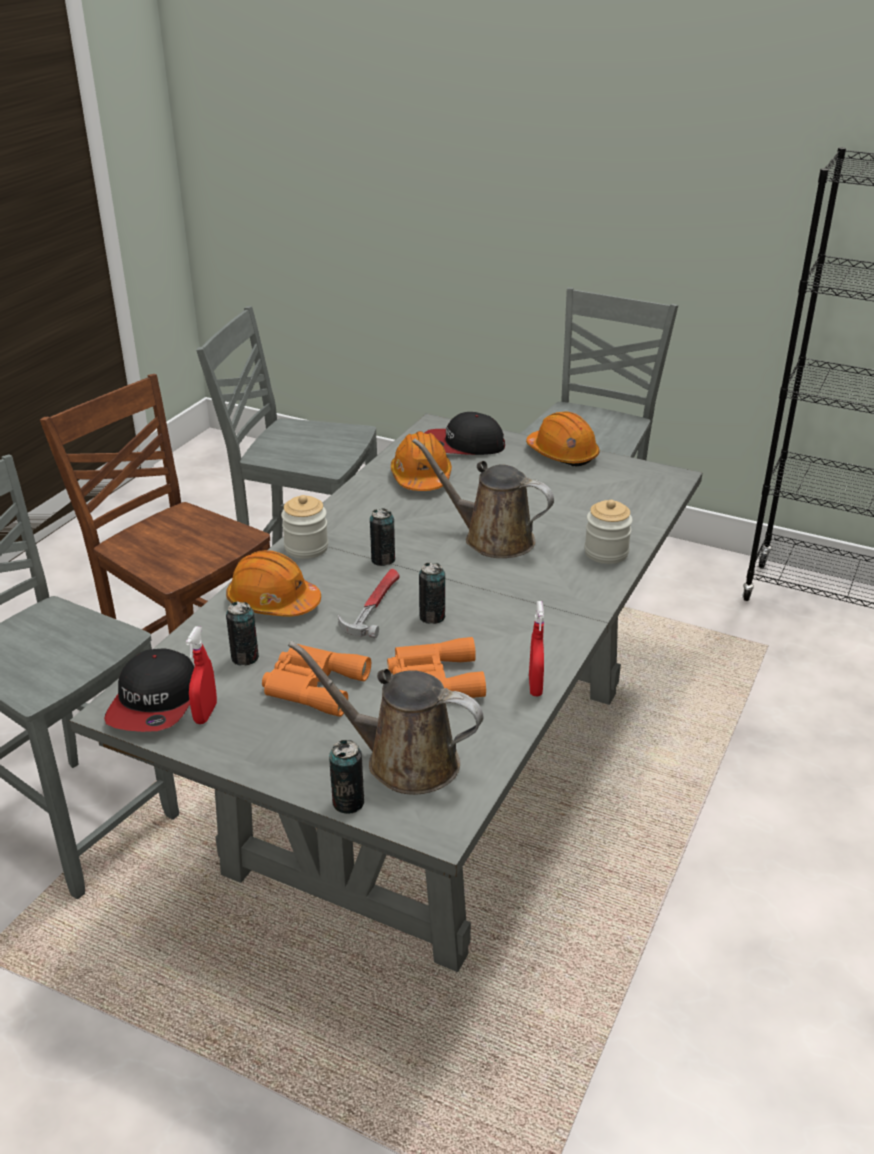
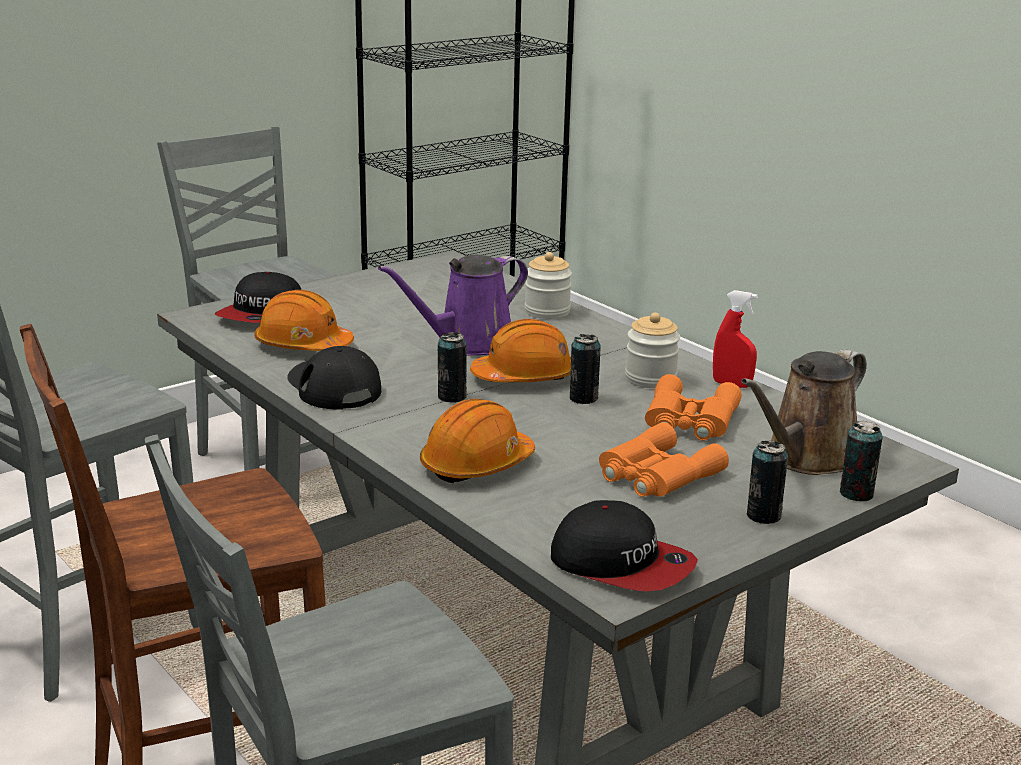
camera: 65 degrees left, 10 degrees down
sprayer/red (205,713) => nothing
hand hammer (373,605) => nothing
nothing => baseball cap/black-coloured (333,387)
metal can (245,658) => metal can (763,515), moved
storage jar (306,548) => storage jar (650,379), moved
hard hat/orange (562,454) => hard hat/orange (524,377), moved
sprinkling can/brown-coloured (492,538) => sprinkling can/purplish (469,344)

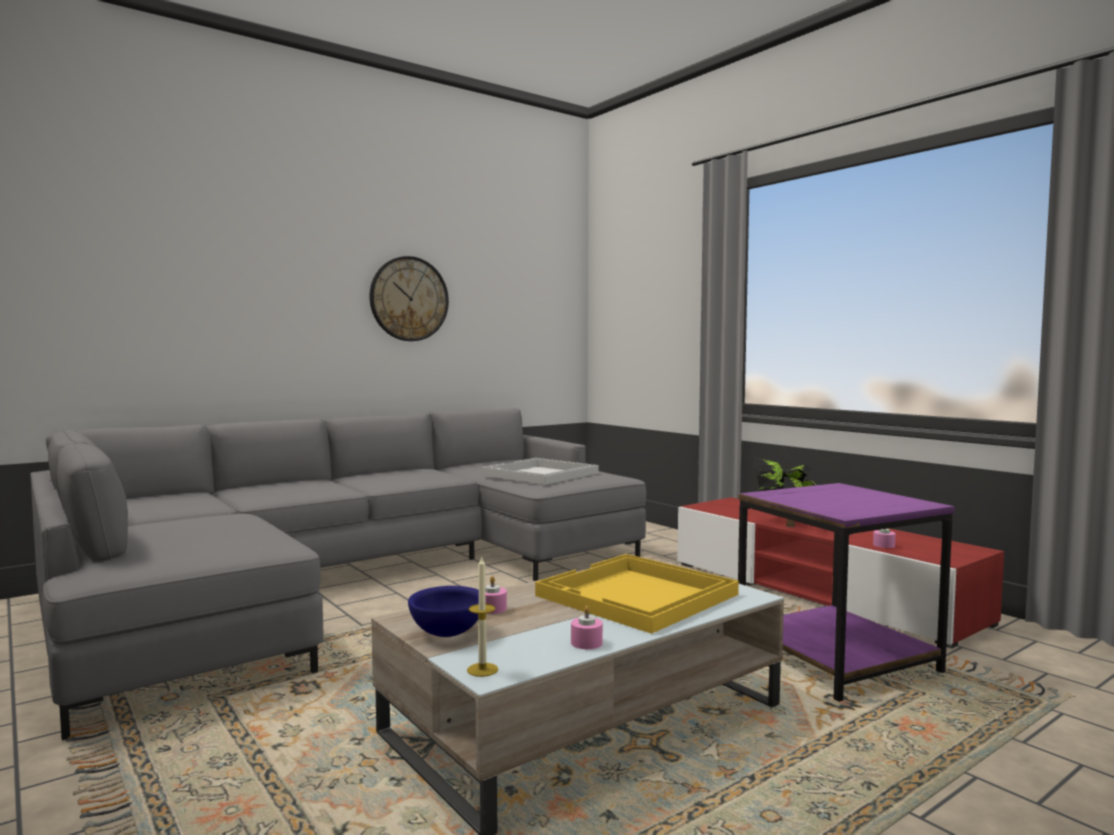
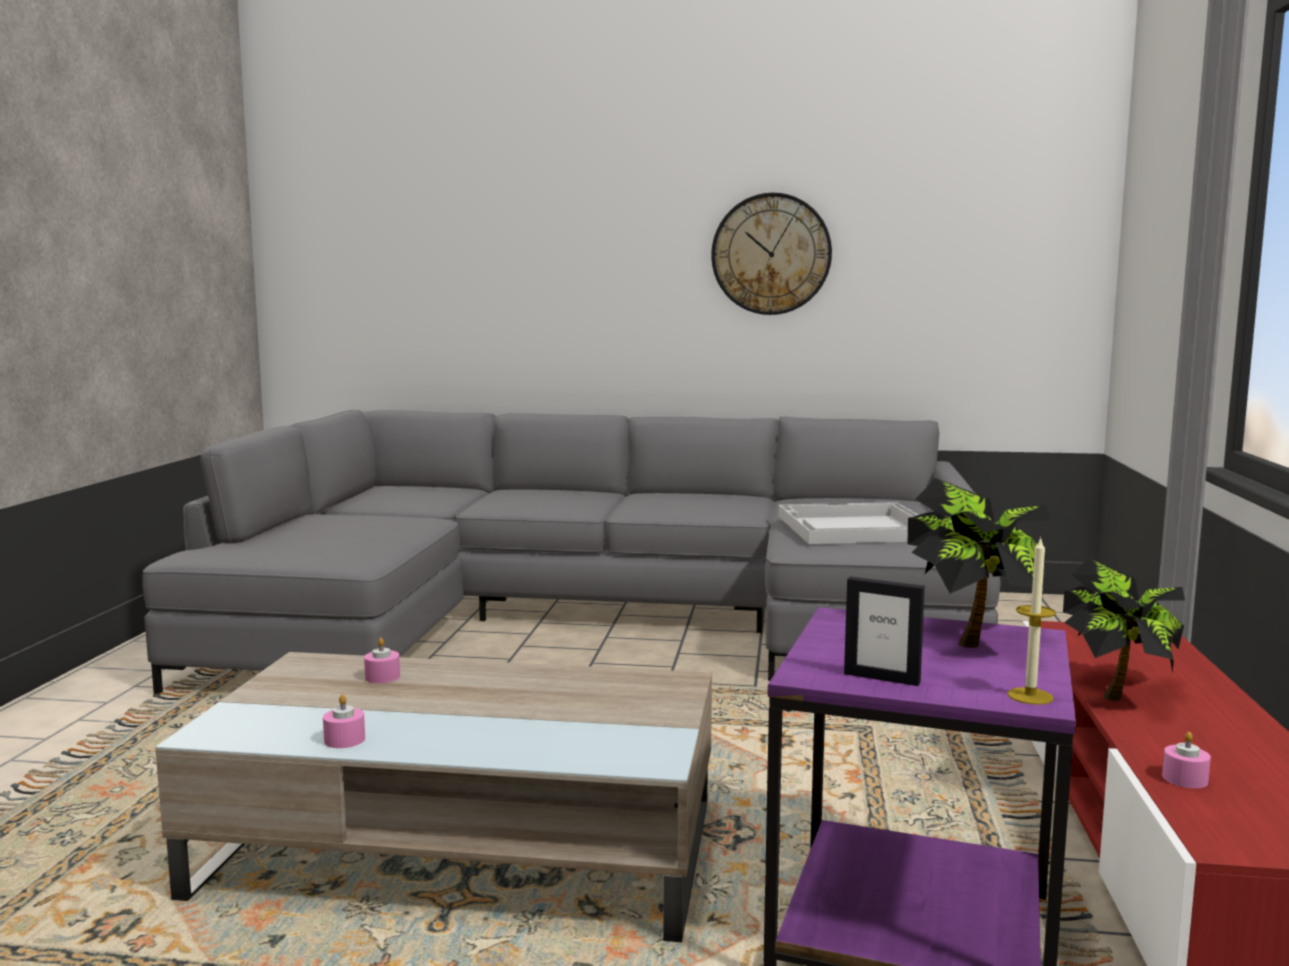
camera: 45 degrees right, 5 degrees up
deep dish/blue-coloured (446,633) => nothing
tray/yellowish (637,596) => nothing
nothing => picture frame (882,678)
nothing => houseplant (975,638)
wax candle (482,669) => wax candle (1030,696), moved

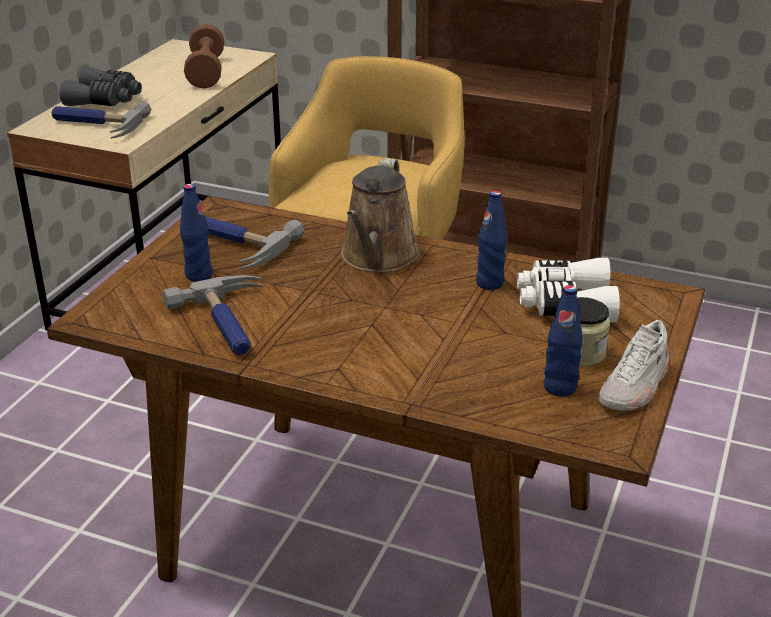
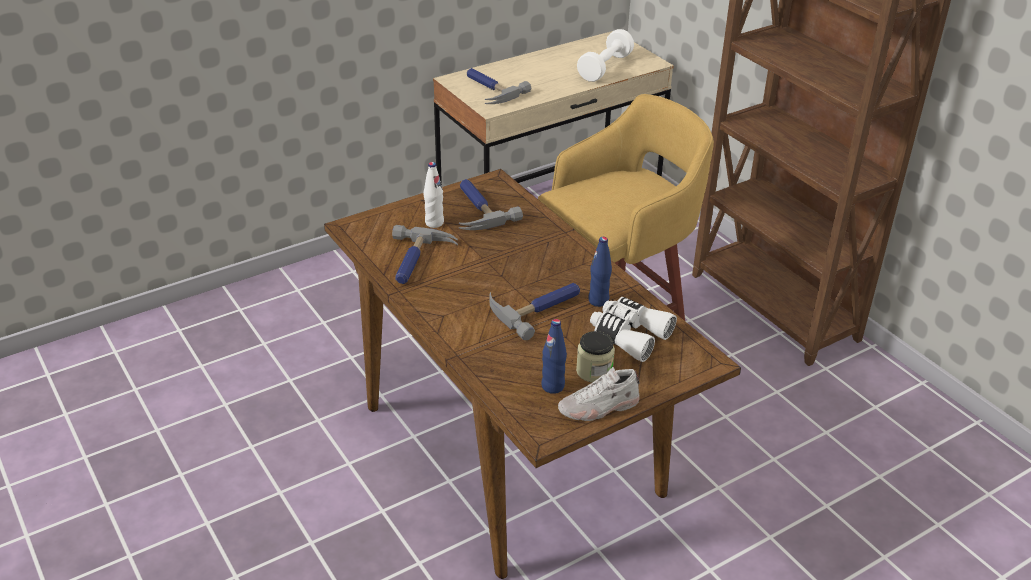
camera: 35 degrees right, 5 degrees up
binoculars/greyish (105,100) => nothing
sprinkling can/brown-coloured (378,258) => nothing
nothing => hand hammer (538,308)
beverage bottle/blue-coloured (198,275) => beverage bottle/whitish (434,223)
dumbbell/brown-coloured (206,72) => dumbbell/whitish (605,68)

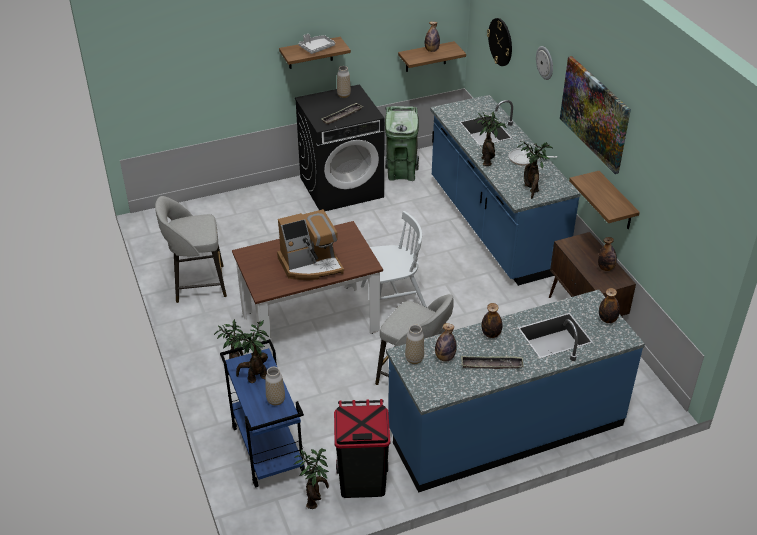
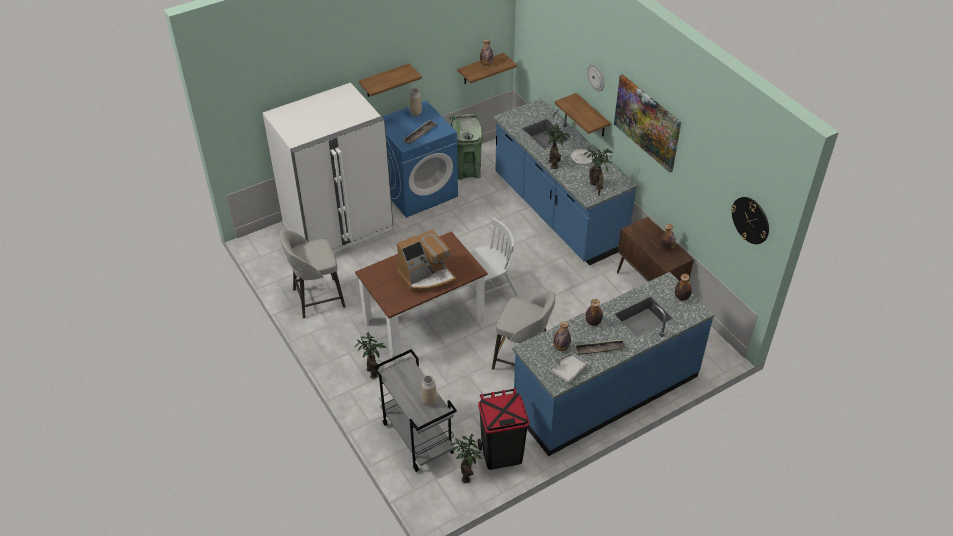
camera: 10 degrees left, 5 degrees up
houseplant (254,377) => nothing
vase (414,359) => nothing
nothing => fridge/whitish (338,227)
tray/greyish (316,48) => tray/greyish (567,370), moved
clock on the wall (500,42) => clock on the wall (750,220), moved
wall shelf (616,202) => wall shelf (592,116), moved
wheeled cart/blue-coloured (267,449) => wheeled cart/greyish (416,438)
washing machine/black-coloured (342,187) => washing machine/blue-coloured (419,191)

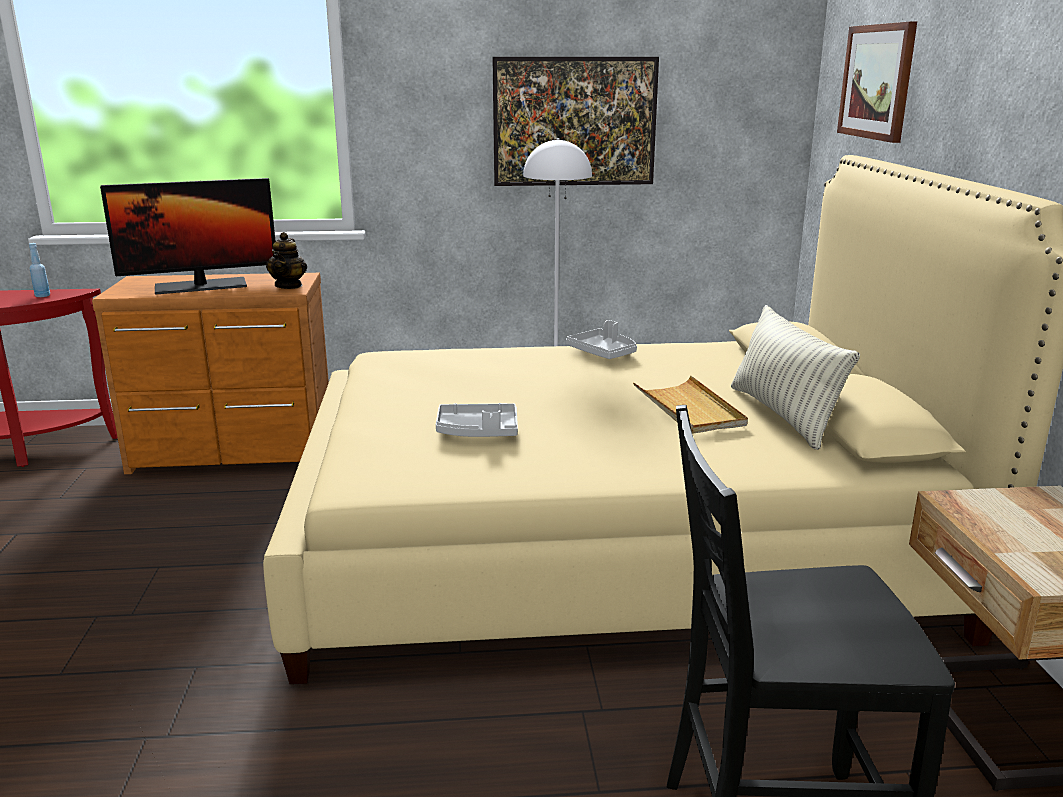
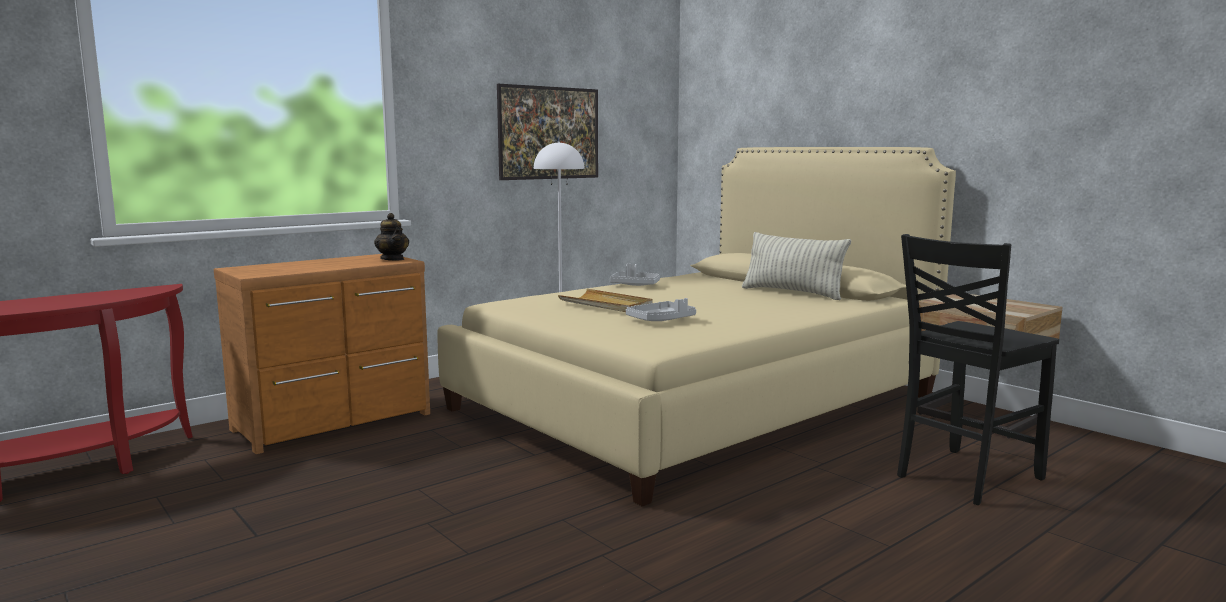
camera: 35 degrees left, 10 degrees down
beverage bottle/blue-coloured (42,296) => nothing
computer screen (201,286) => nothing
picture (877,82) => nothing
tray/beige-coloured (689,409) => tray/beige-coloured (606,304), moved

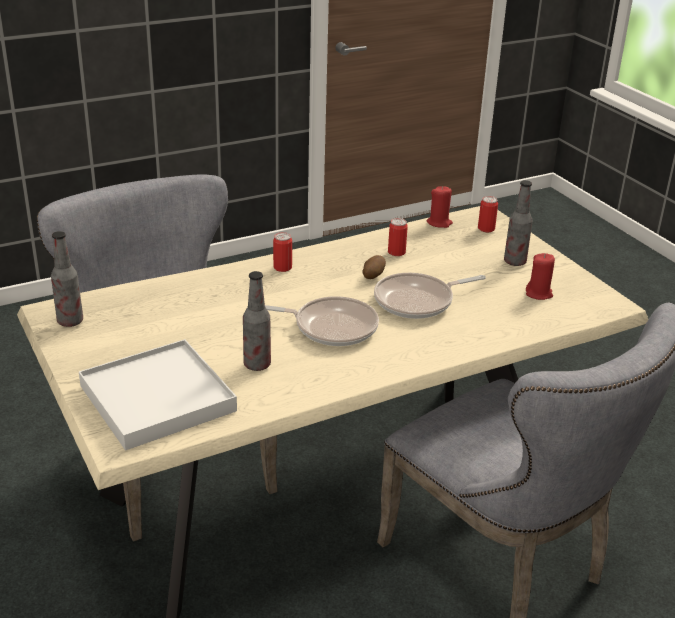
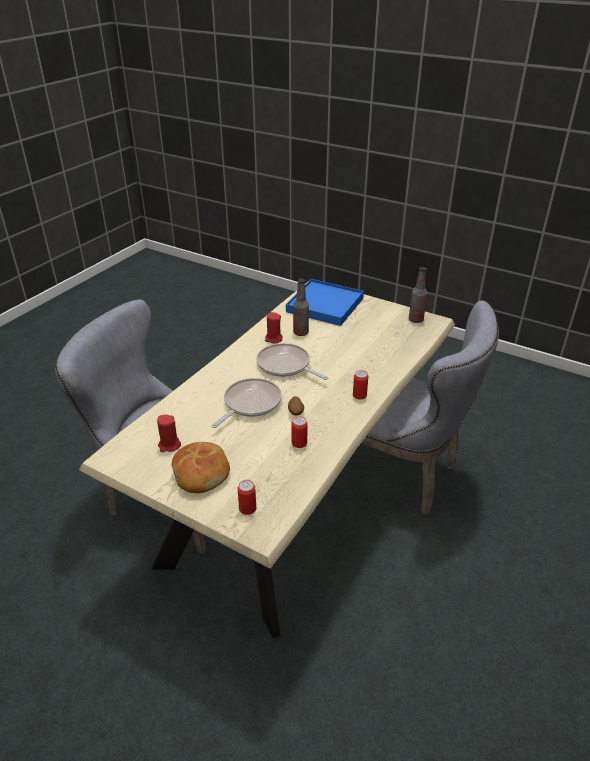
camera: 150 degrees right, 5 degrees up
wax candle/red (439,223) => wax candle/red (273,339), moved
beverage bottle (514,262) => bread (202,473)
tray/whitish (157,398) => tray/blue-coloured (325,305)
pan (331,327) => pan (286,366), 60 degrees clockwise

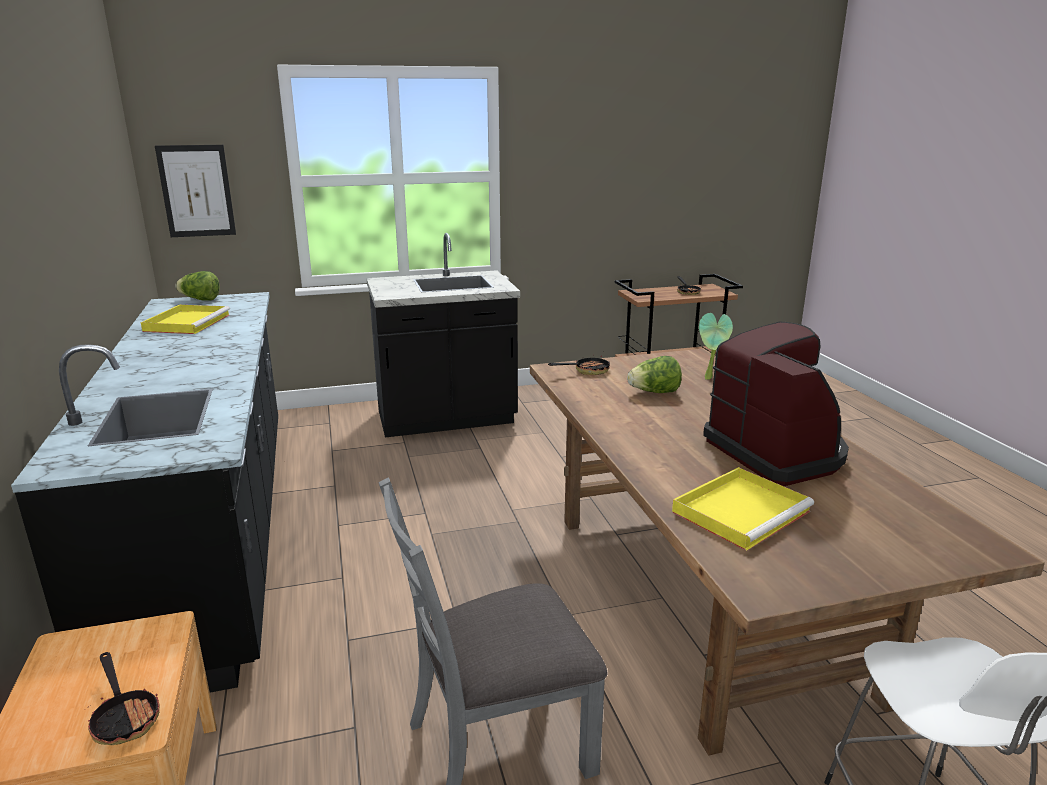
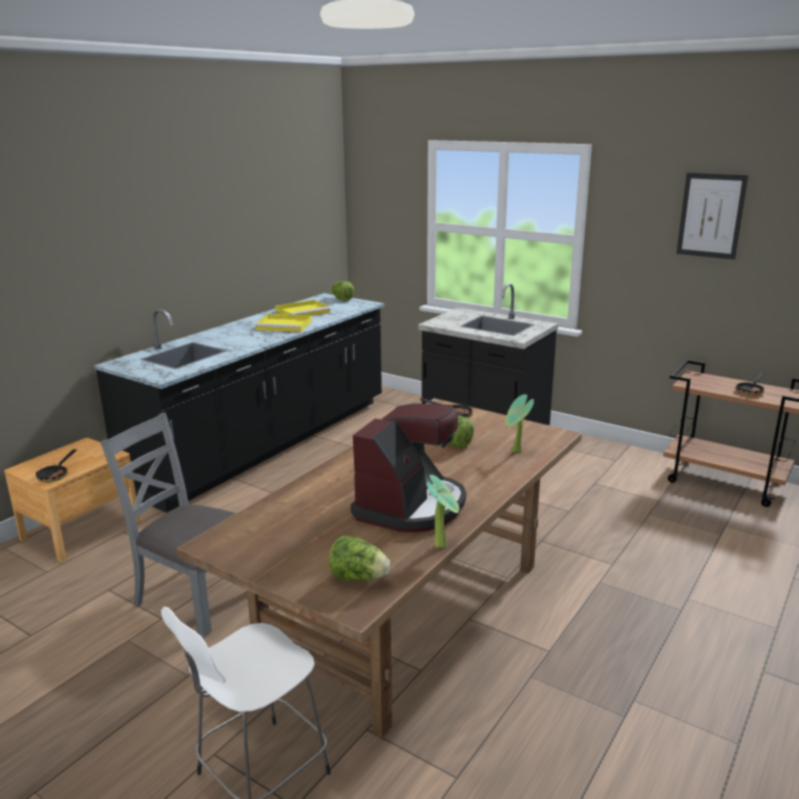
camera: 50 degrees right, 0 degrees up
nothing => lettuce (358,577)
nothing => houseplant (442,544)
picture (196,191) => picture (711,215), moved
tray/yellowish (742,510) => tray/yellowish (285,325), moved

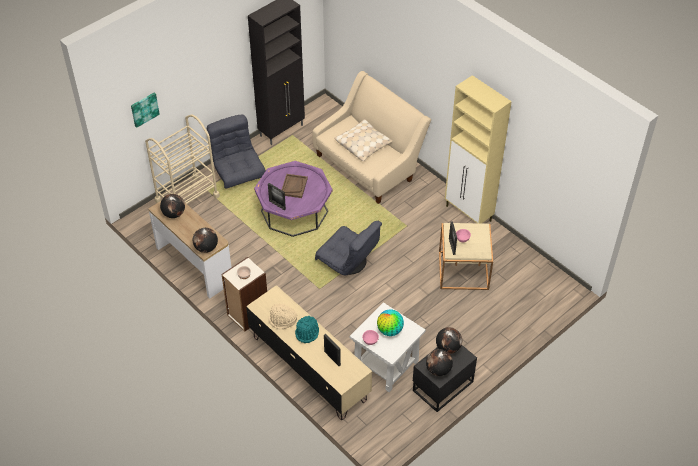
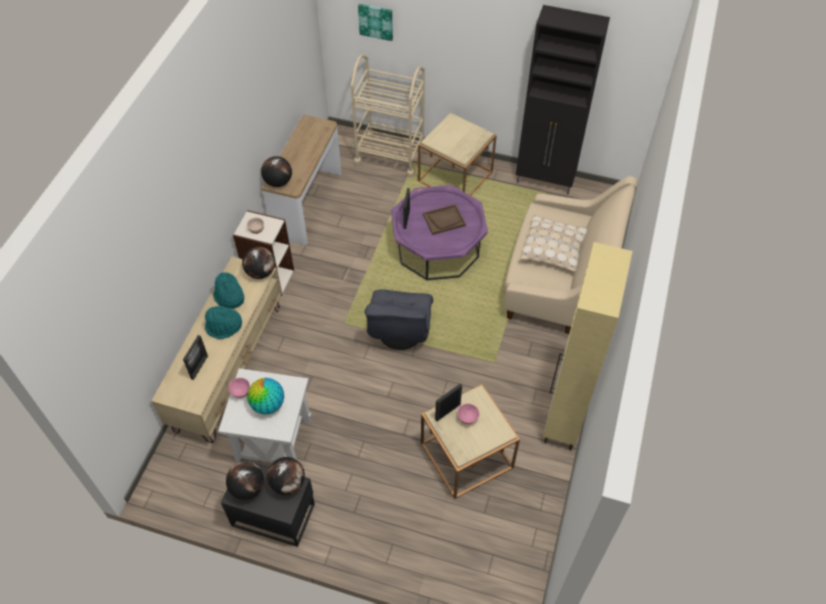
camera: 60 degrees right, 5 degrees up
globe (174,214) => globe (261,272), moved
lounge chair/greyish (238,173) => side table/beige-coloured (455,176)
clothing hat/beige-coloured (282,320) => clothing hat/turquoise (229,296)

